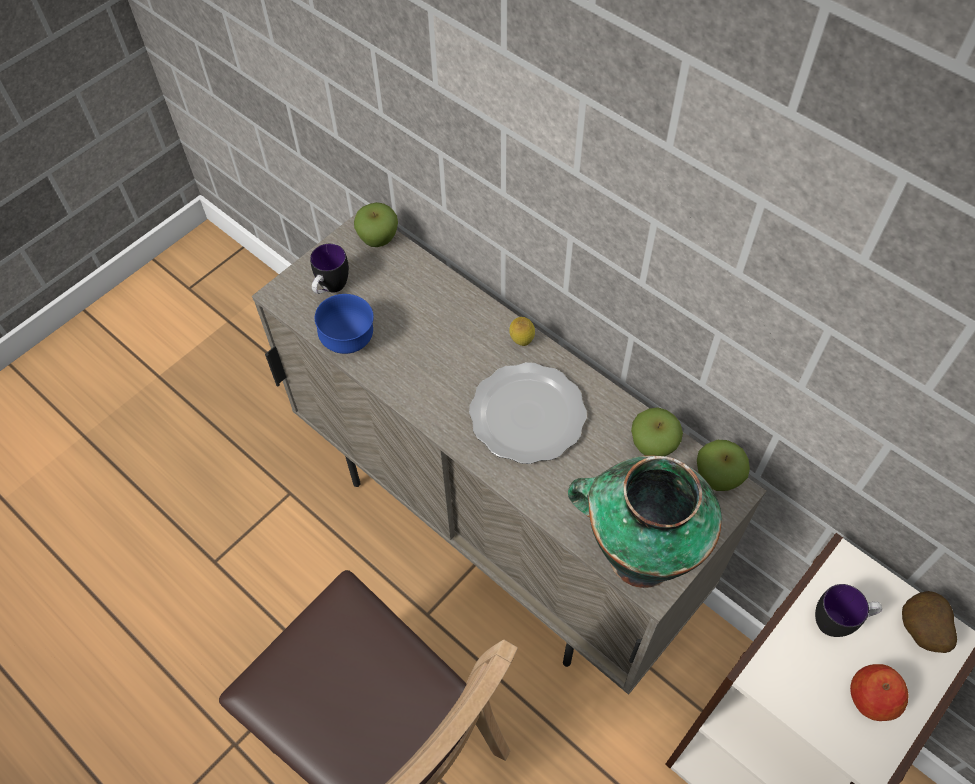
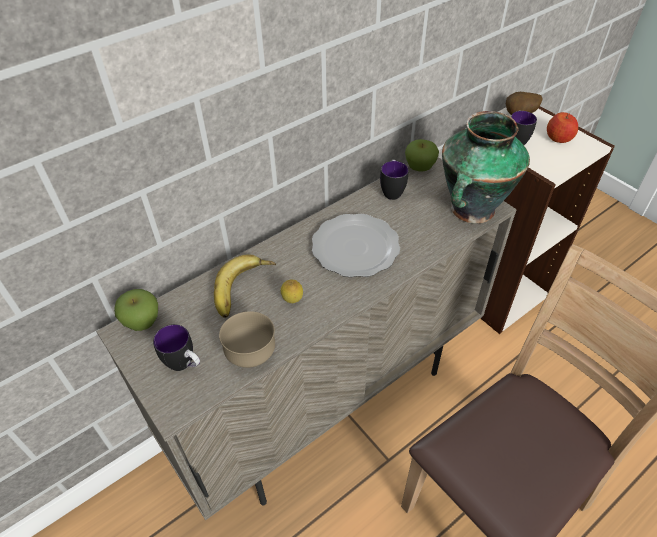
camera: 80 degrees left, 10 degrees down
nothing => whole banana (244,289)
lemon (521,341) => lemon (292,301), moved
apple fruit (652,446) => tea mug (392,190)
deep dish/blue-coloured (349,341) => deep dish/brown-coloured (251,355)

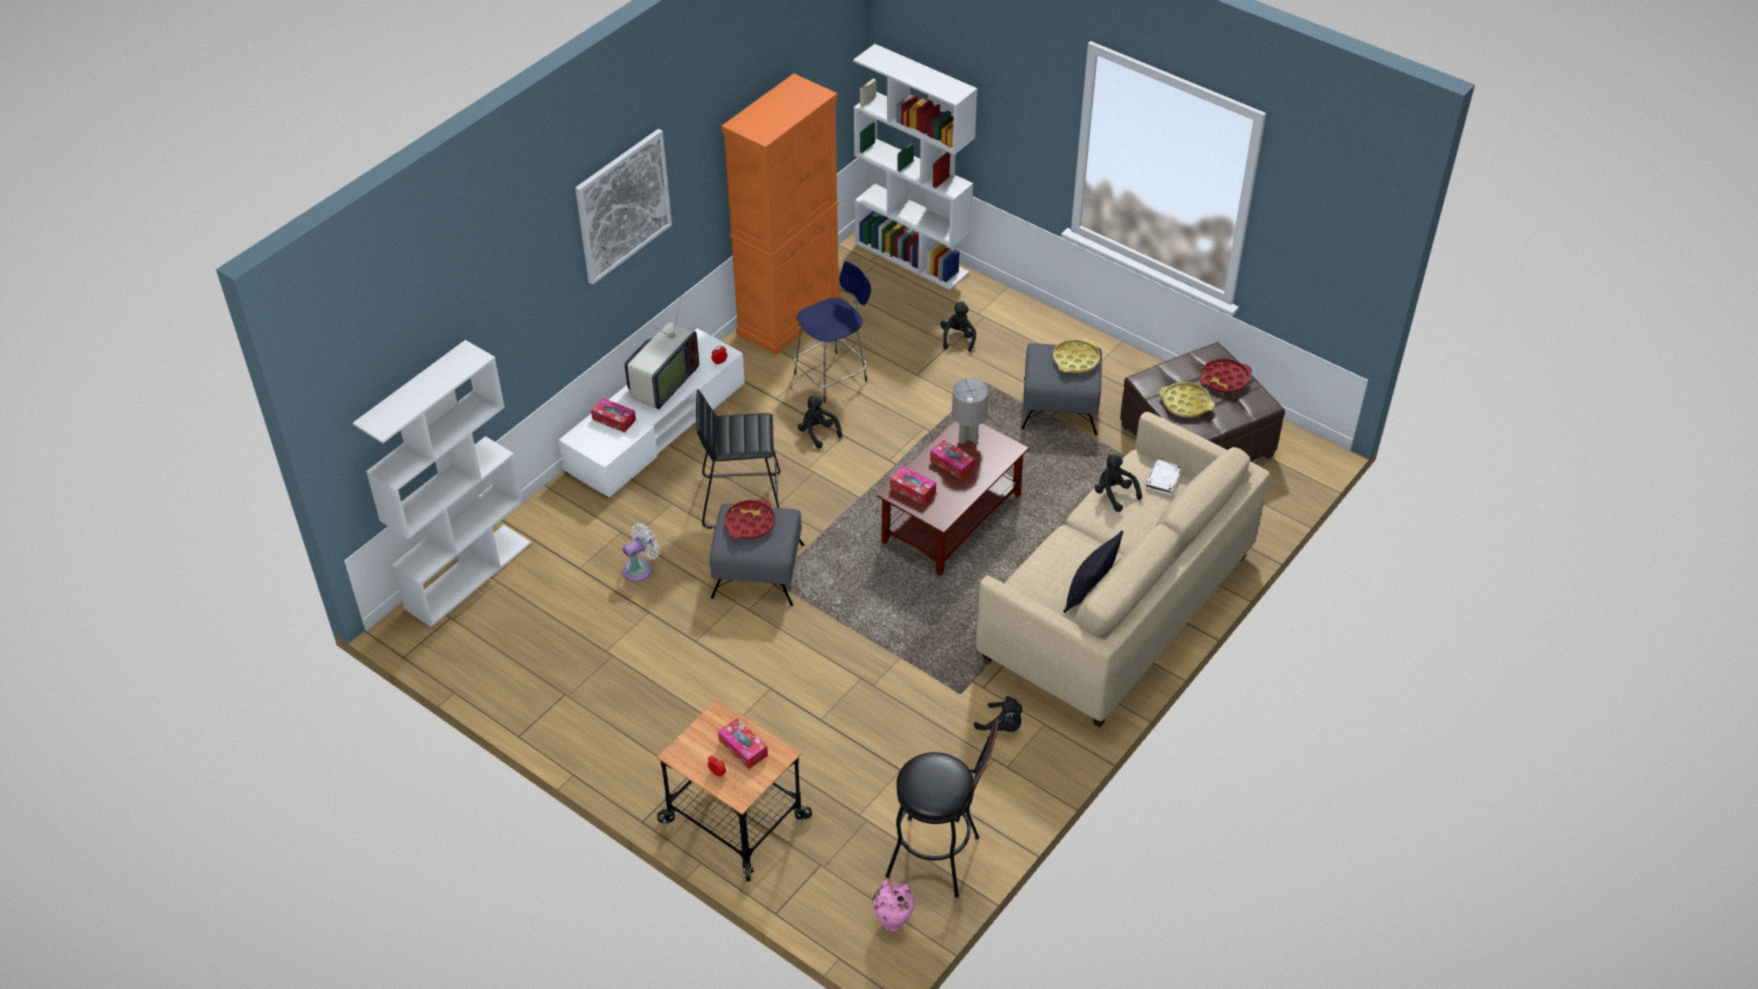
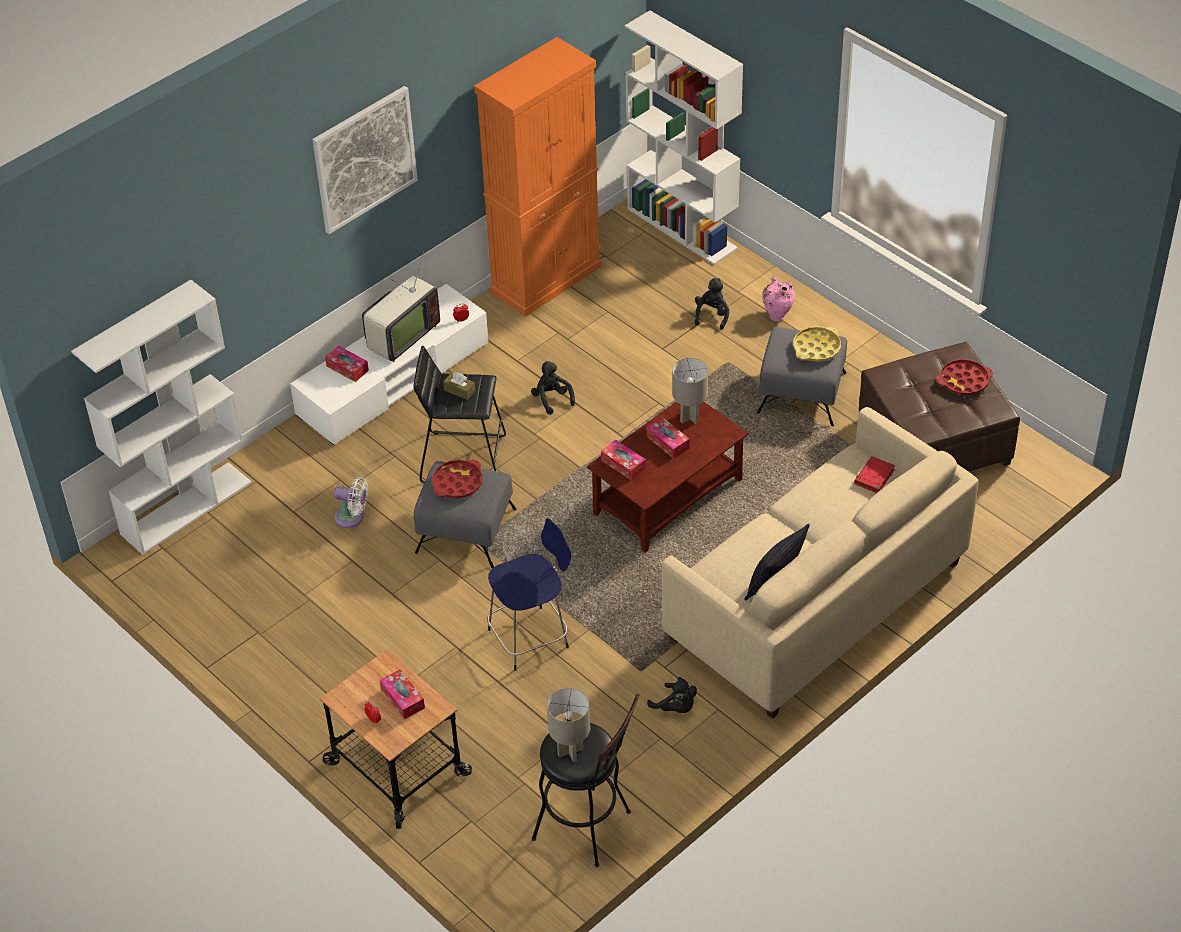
camera: 10 degrees right, 0 degrees up
cuddly toy/black-coloured (1114,494) => nothing
tray/yellowish (1185,403) => nothing
nothing => tissue box/brown-coloured (459,390)
nothing => tabletop lamp/greyish (570,751)
sitting stool/blue-coloured (833,376) => sitting stool/blue-coloured (531,637), moved
vase/pink-coloured (893,920) => vase/pink-coloured (777,315), moved
bound book/whitish (1163,480) => bound book/red (874,477)
fan/whitish (640,568) => fan/whitish (352,517), 45 degrees clockwise

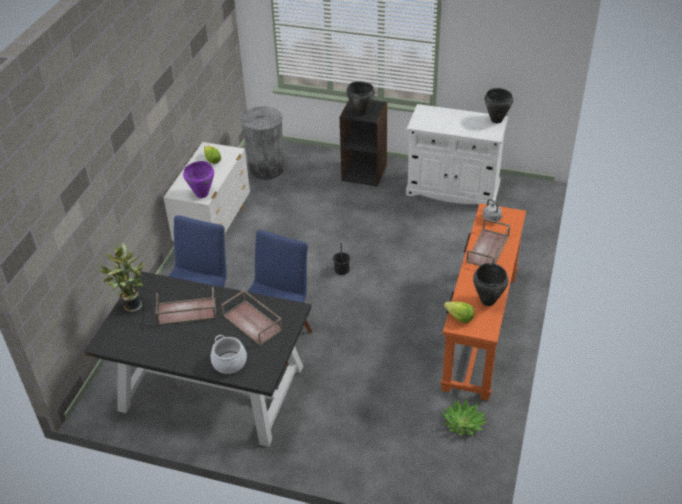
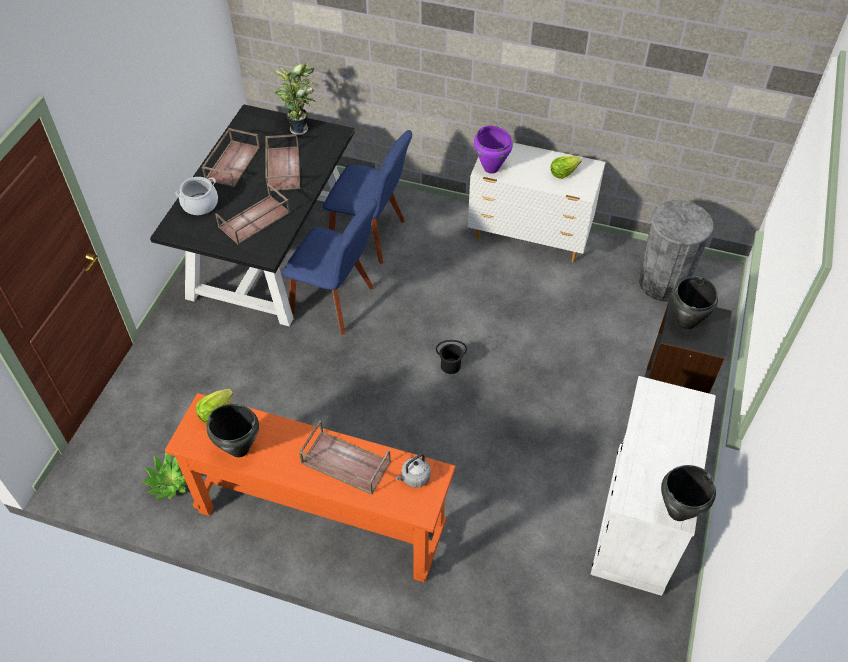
camera: 90 degrees right, 10 degrees up
nothing => tray/brown-coloured (232,163)

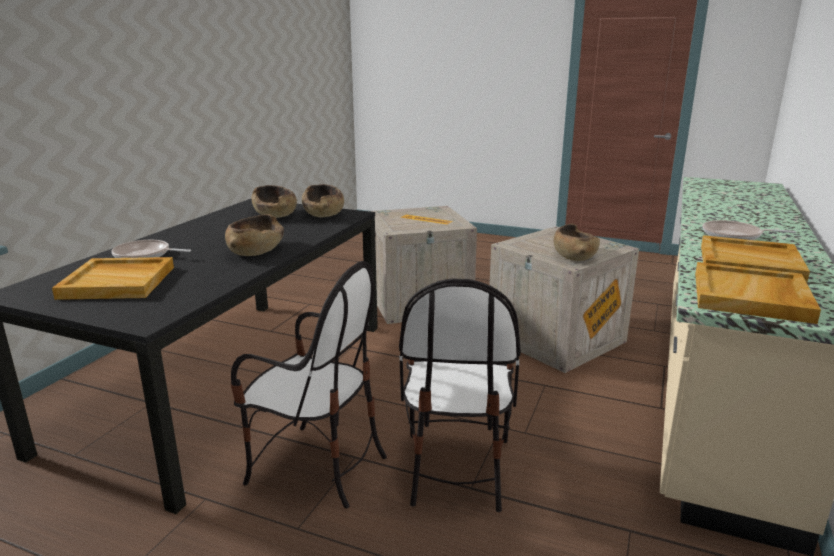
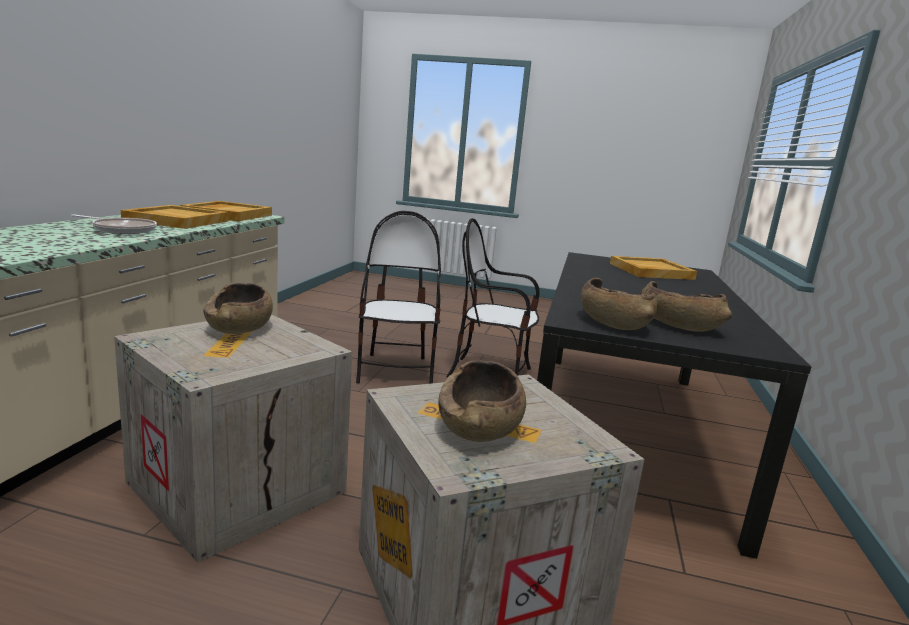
camera: 170 degrees right, 5 degrees down
pan (145,255) => nothing
deep dish/brown-coloured (256,250) => deep dish/brown-coloured (480,427), moved

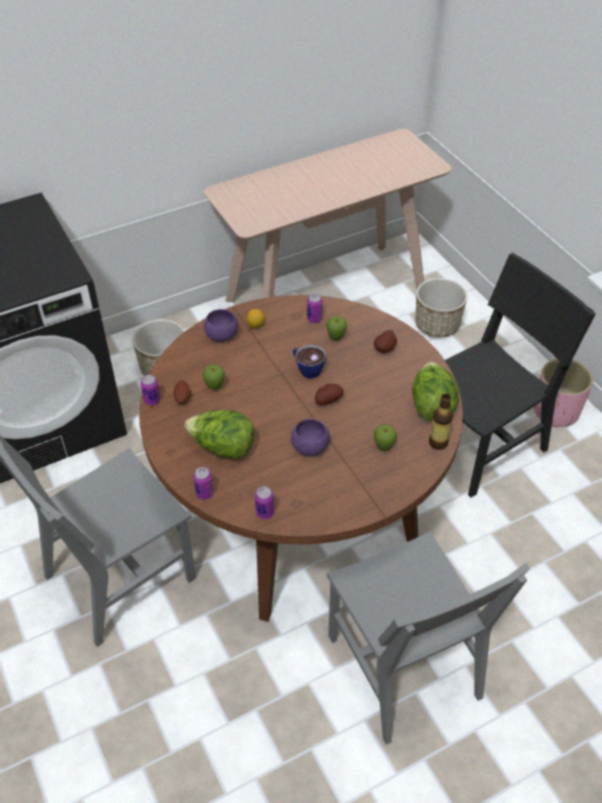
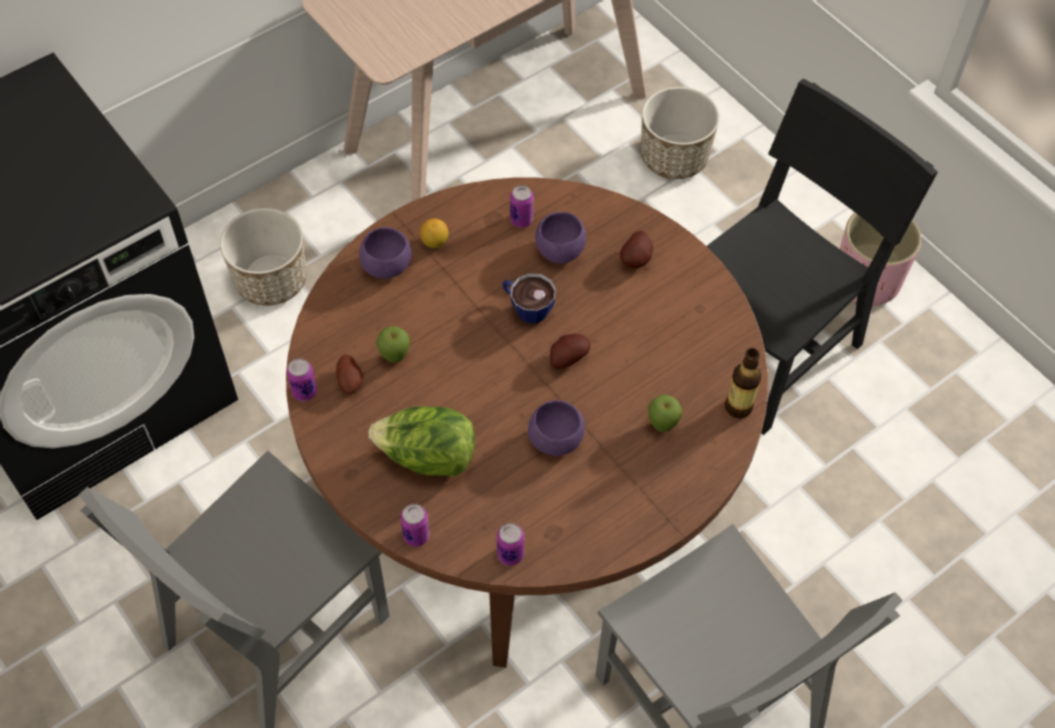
camera: 10 degrees left, 10 degrees up
lettuce (431,405) => nothing
apple fruit (336,338) => deep dish/purplish (560,250)

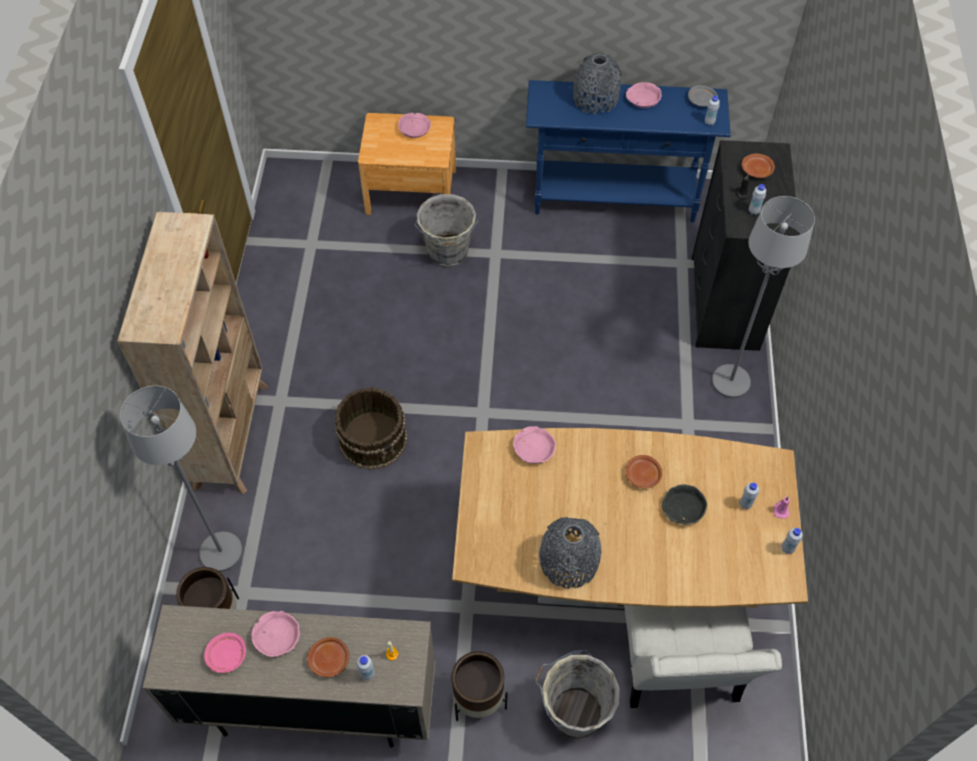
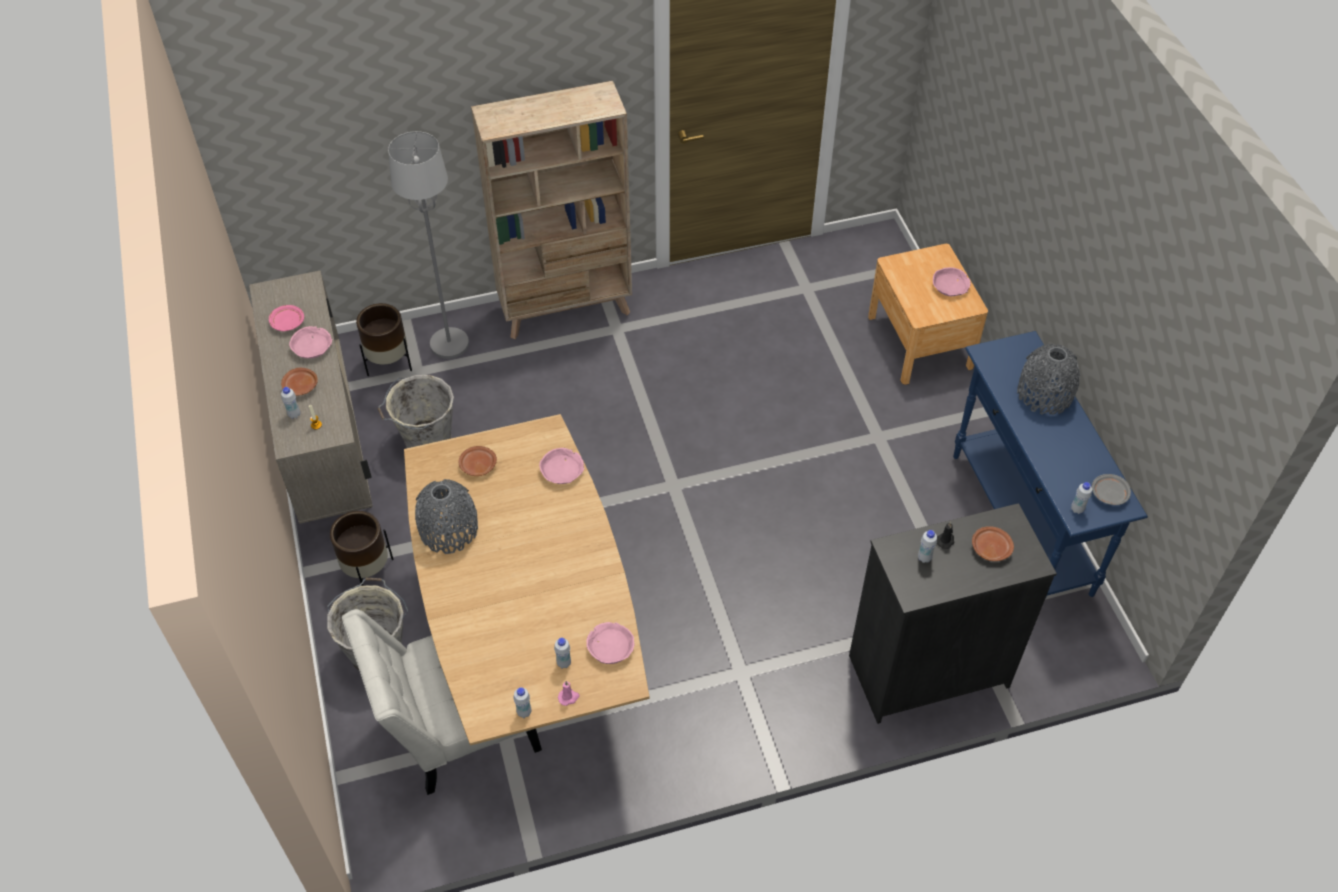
camera: 70 degrees right, 5 degrees down
water bucket/brown-coloured (373,438) => nothing
deep dish/greyish (682,508) => nothing
floor lamp/greyish (731,382) => nothing
water bucket/greyish (448,253) => water bucket/greyish (426,441), moved
flat dish/brown-coloured (642,475) => flat dish/brown-coloured (477,465), moved
deep dish/pink-coloured (642,99) => deep dish/pink-coloured (611,646), moved

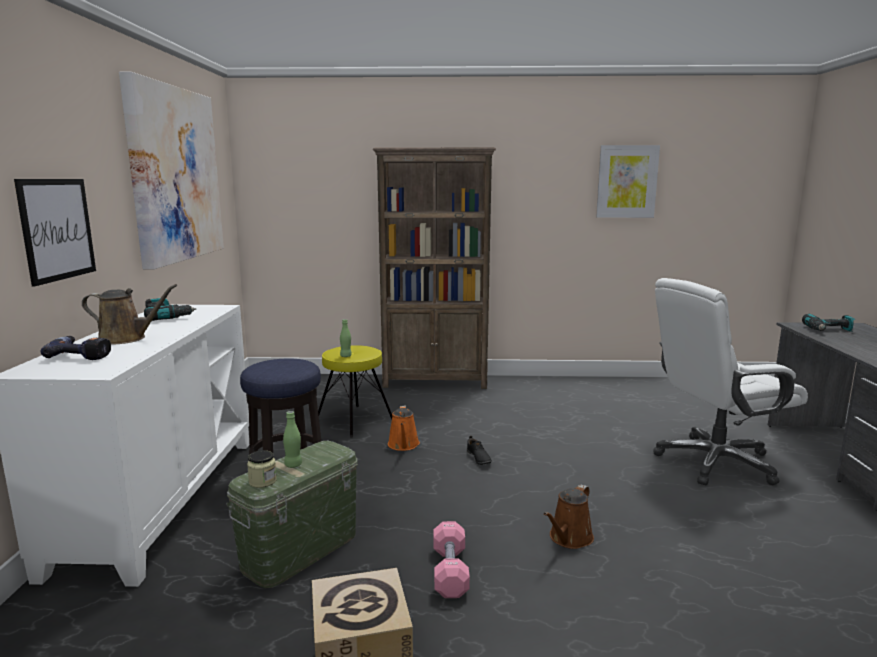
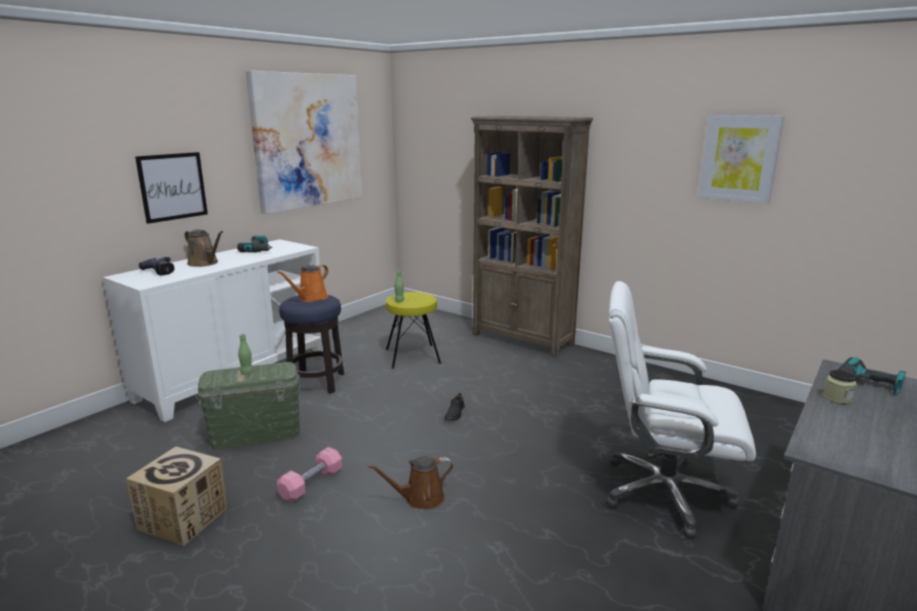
camera: 35 degrees right, 5 degrees up
storage jar (262,481) => storage jar (837,398), moved
sprinkling can/orange (403,445) => sprinkling can/orange (310,298), moved

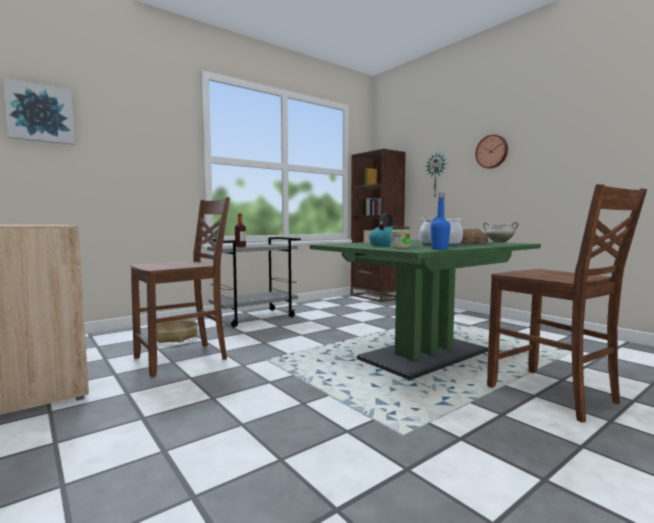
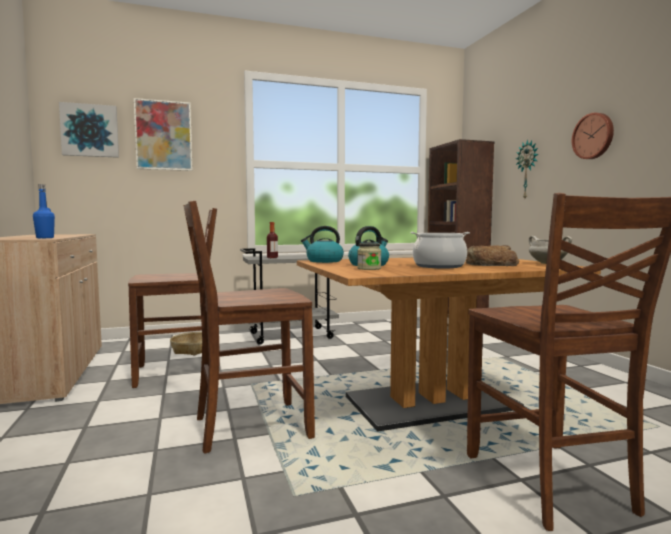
camera: 20 degrees right, 0 degrees up
nothing => picture (164,135)
nothing => plain chair/brown-coloured (249,426)
nothing => kettle (324,261)
beverage bottle/blue-coloured (439,249) => beverage bottle/blue-coloured (45,238), moved
dinner table/green-coloured (424,355) => dinner table/brown-coloured (431,403)

